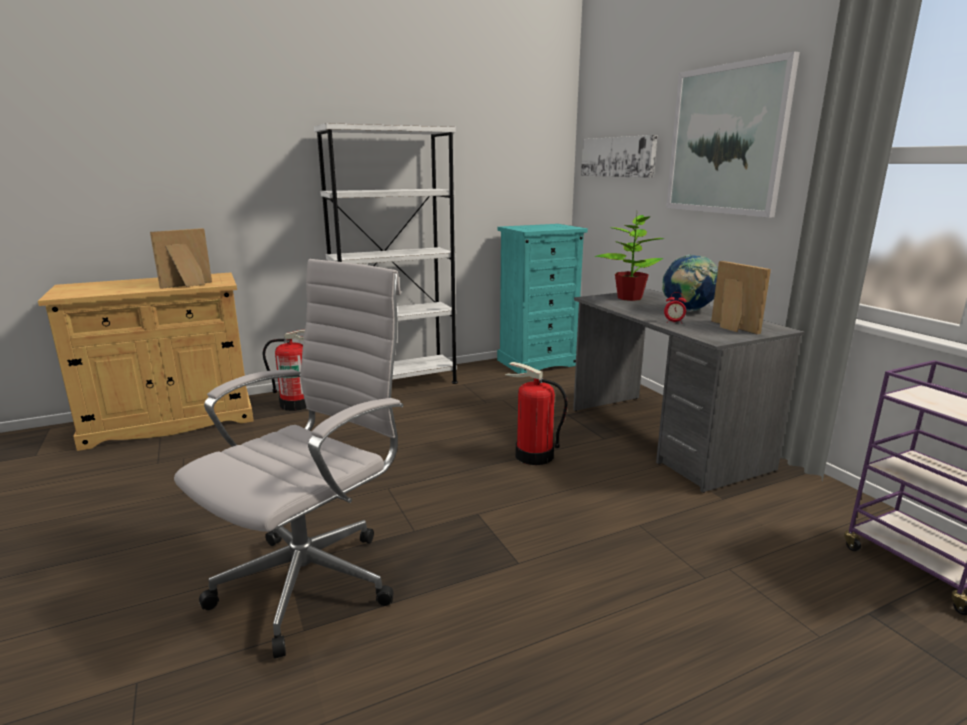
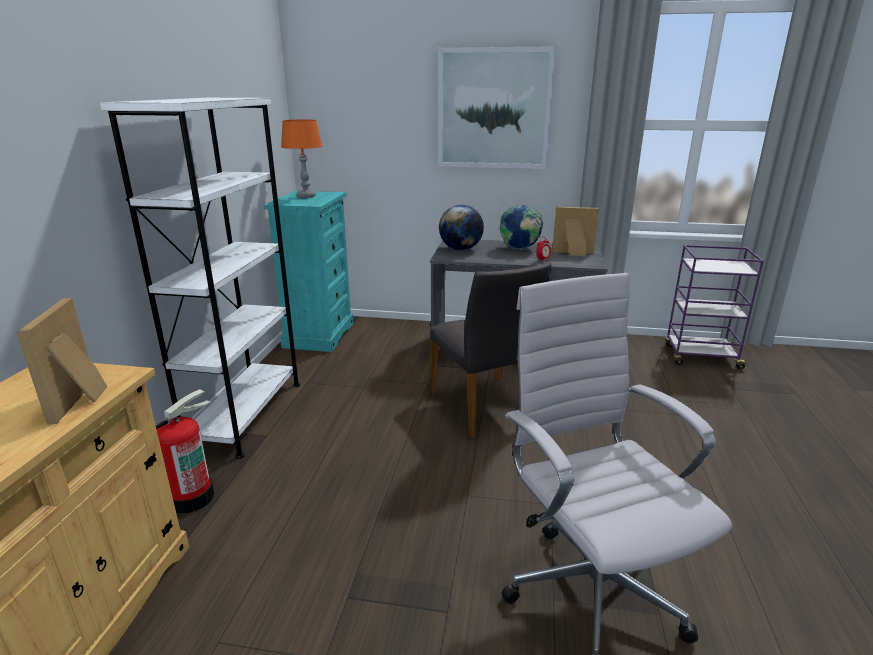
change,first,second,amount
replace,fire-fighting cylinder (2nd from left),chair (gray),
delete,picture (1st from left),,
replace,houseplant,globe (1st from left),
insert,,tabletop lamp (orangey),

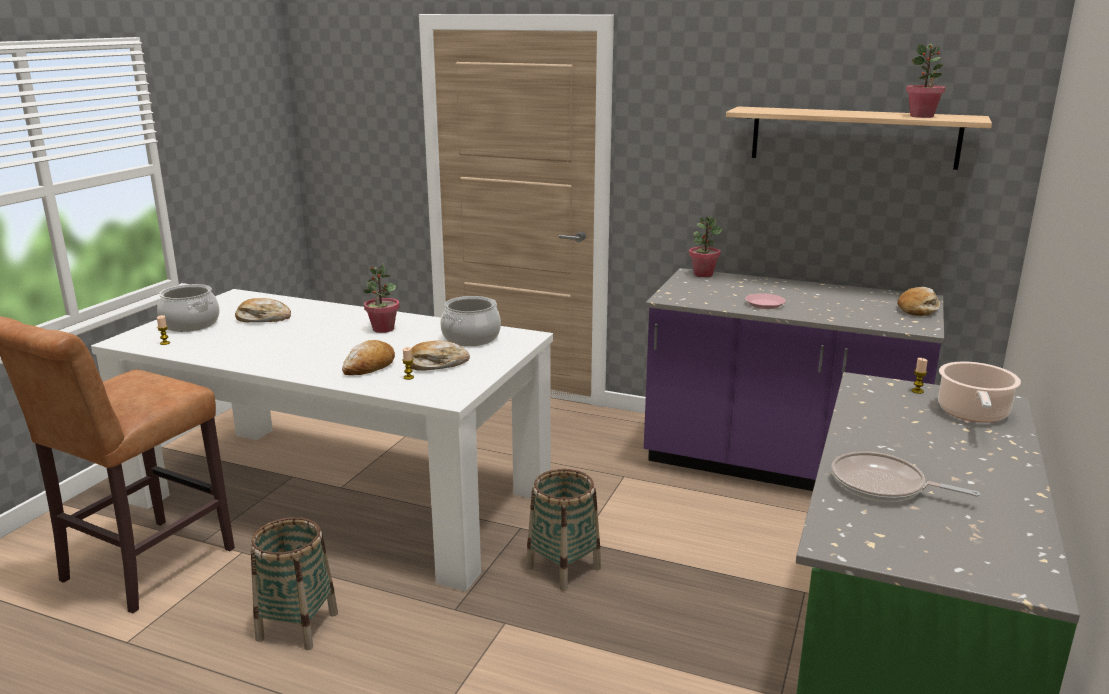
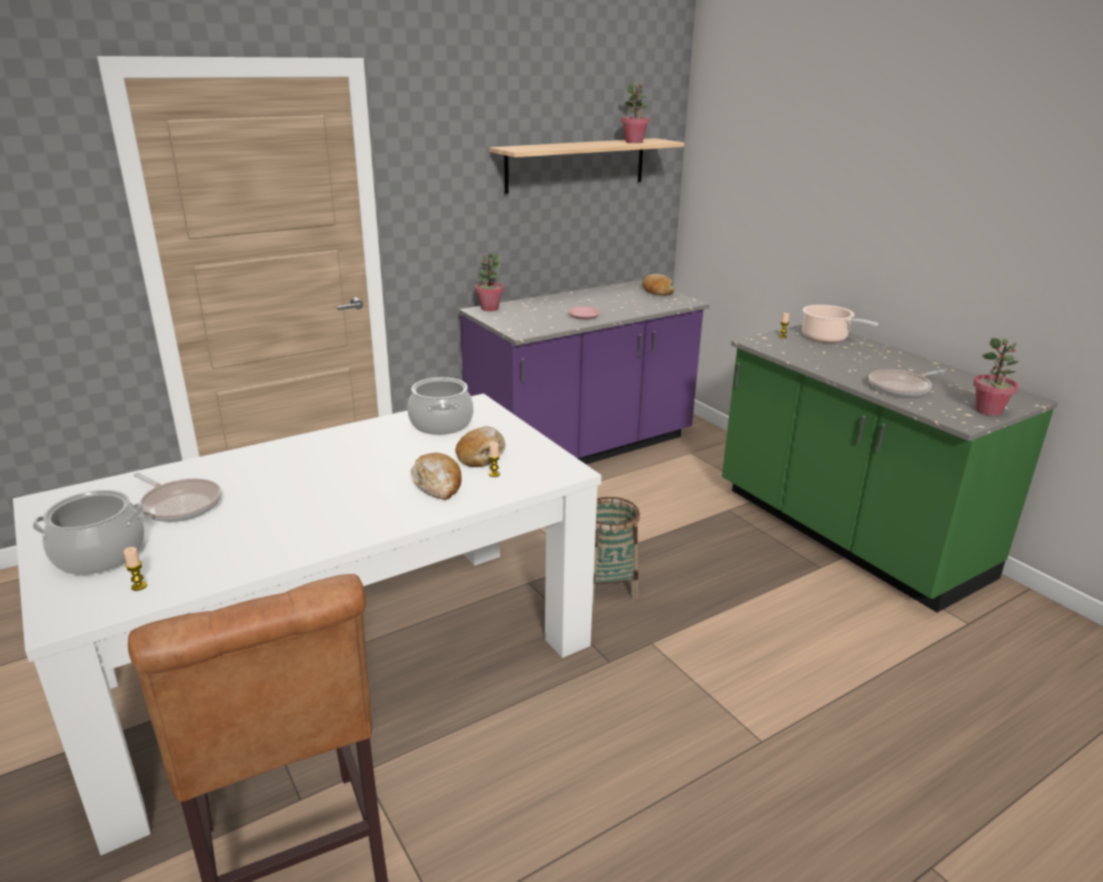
change,first,second,amount
replace,bakery bread (1st from left),pan (1st from left),
delete,storage basket (1st from left),,
move,houseplant (1st from left in the first image),houseplant (3rd from left),

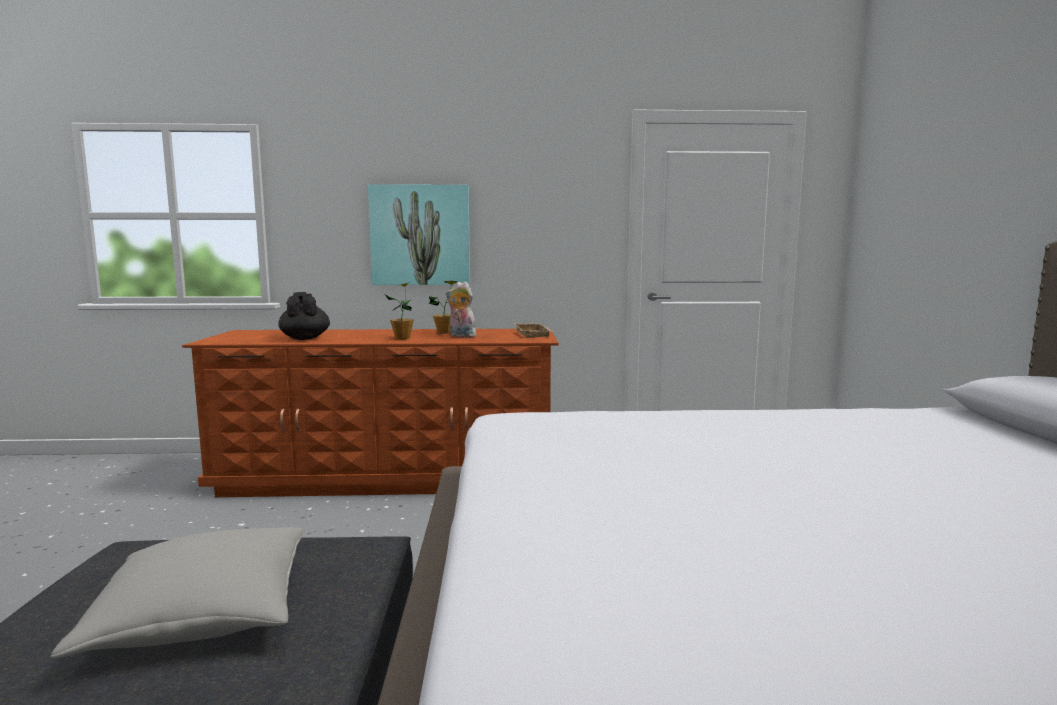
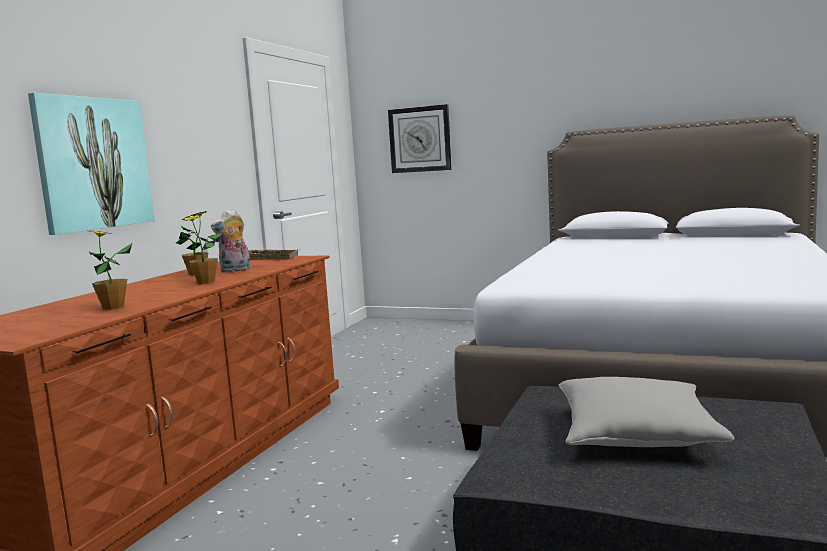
change,first,second,amount
replace,teapot (black-coloured),houseplant (1st from left),
insert,,hanging clock,

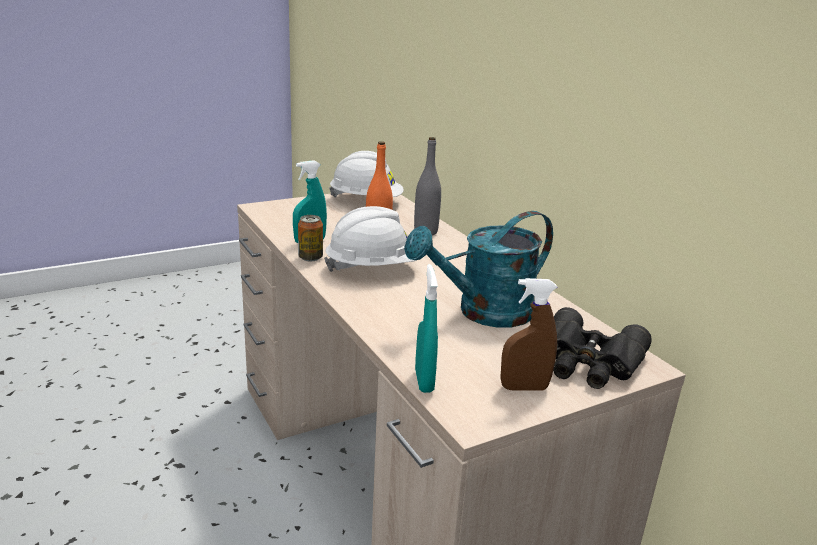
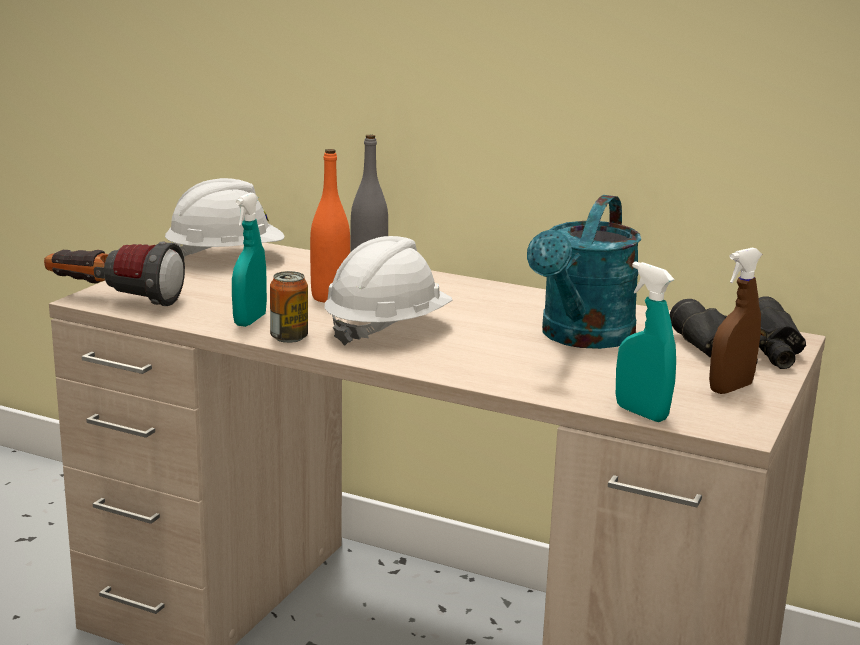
change,first,second,amount
insert,,flashlight,

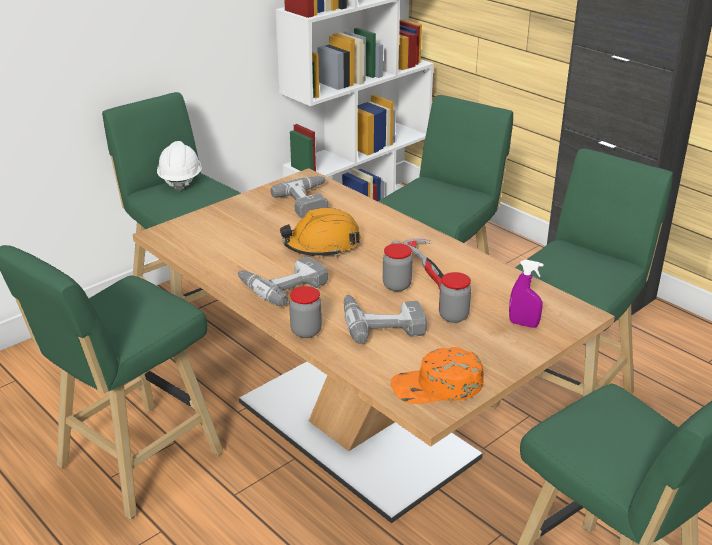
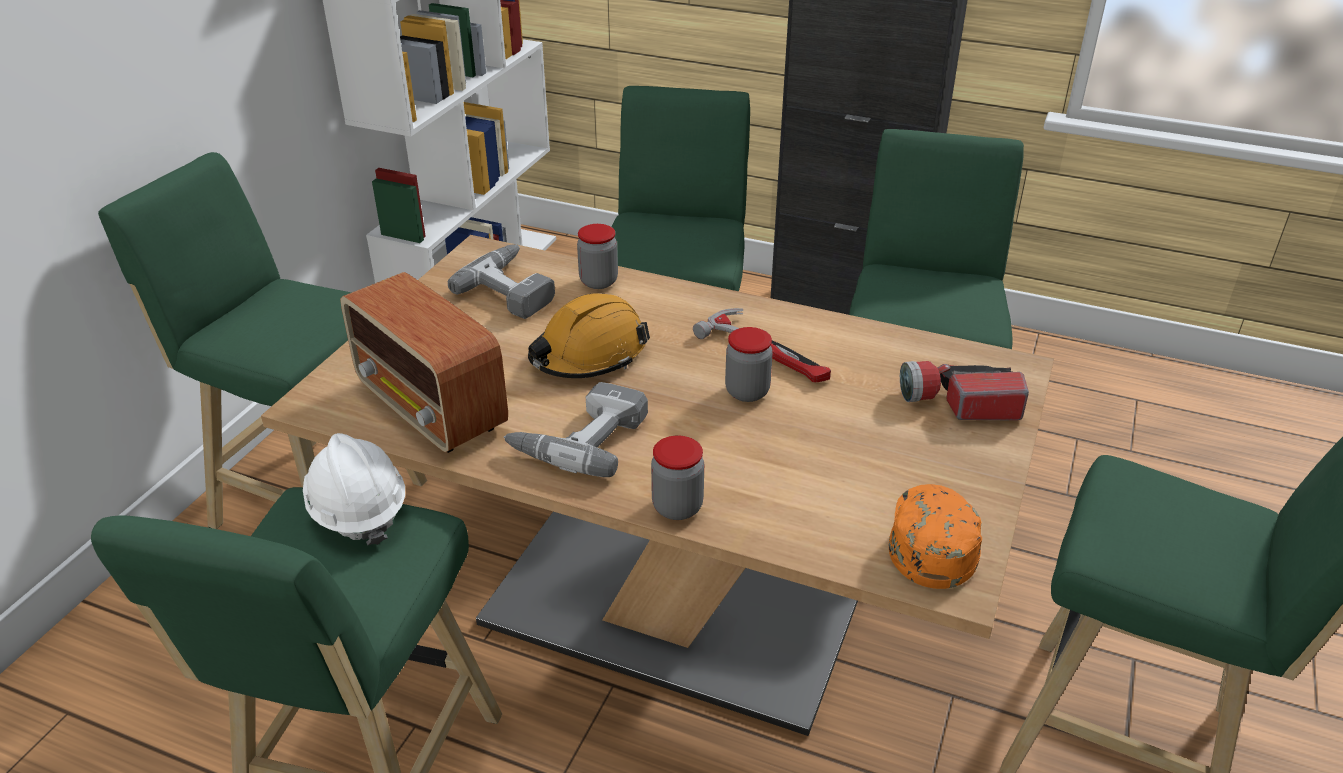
change,first,second,amount
move,work helmet (white),,
delete,electric drill (3rd from left),,
rotate,peaked cap (orangey),,135 degrees clockwise
move,storage jar (3rd from left in the first image),storage jar (1st from left),
replace,spray bottle (purple),flashlight,
insert,,radio,

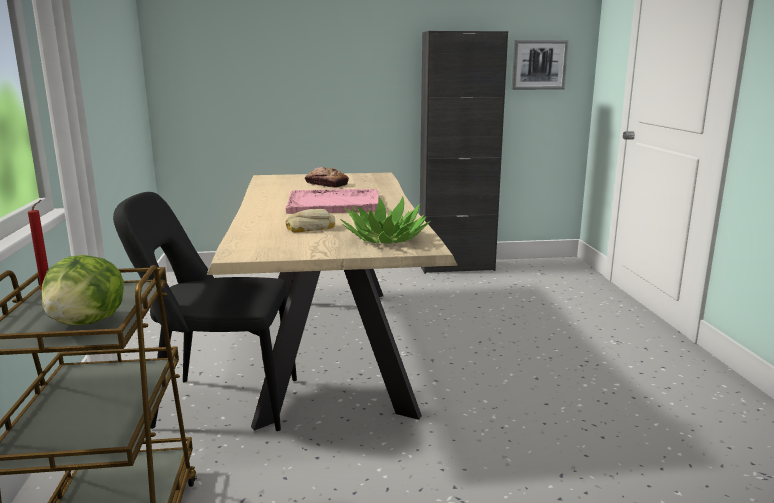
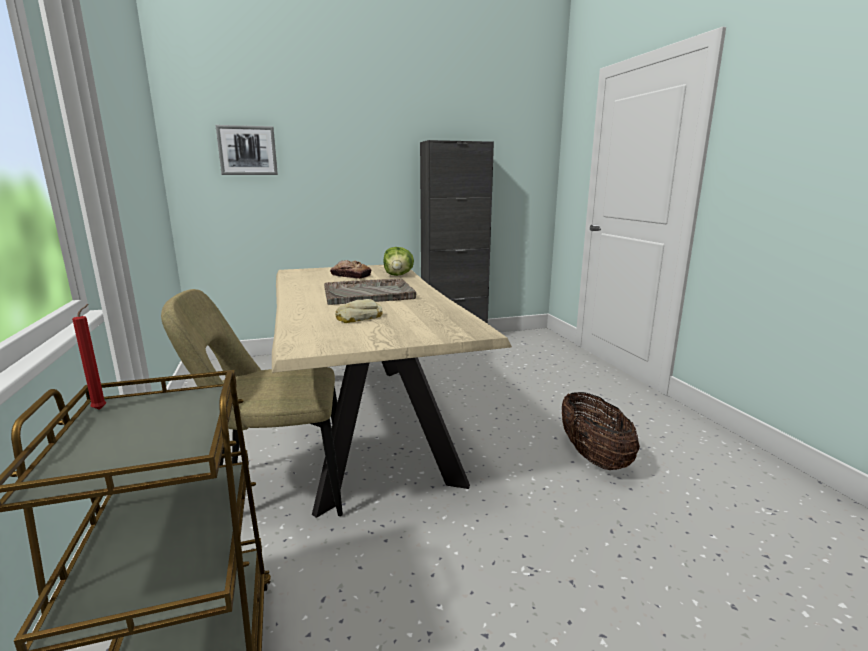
change,first,second,amount
move,lettuce head,,
recolor,chair (black-coloured),chair (sand-coloured),
recolor,serving tray (pinkish),serving tray (gray),
delete,houseplant,,
move,picture,,
insert,,storage basket,

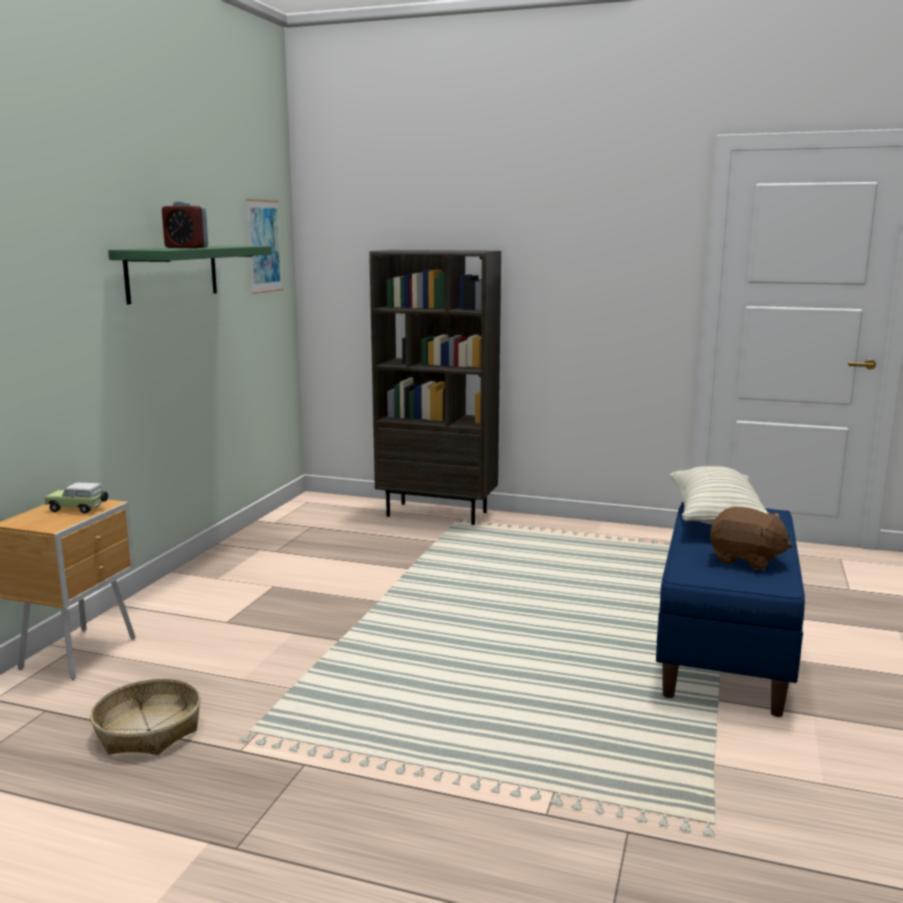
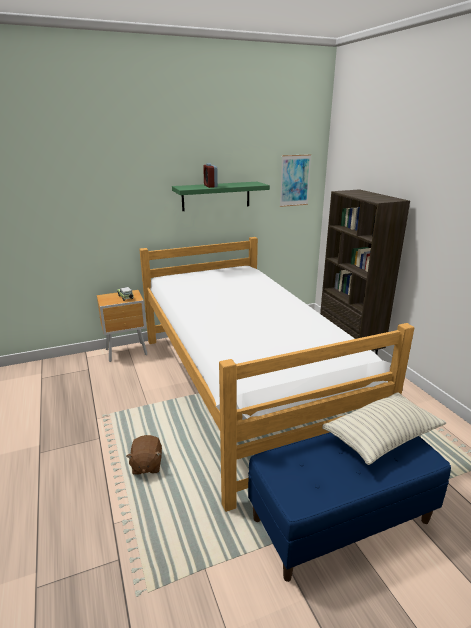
change,first,second,amount
delete,storage basket,,
move,plush toy (brown),,
insert,,bedroom bed,

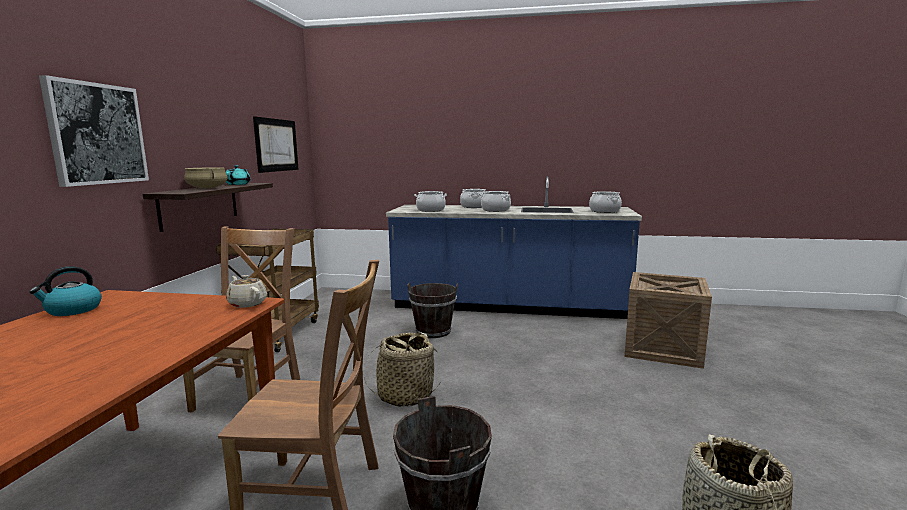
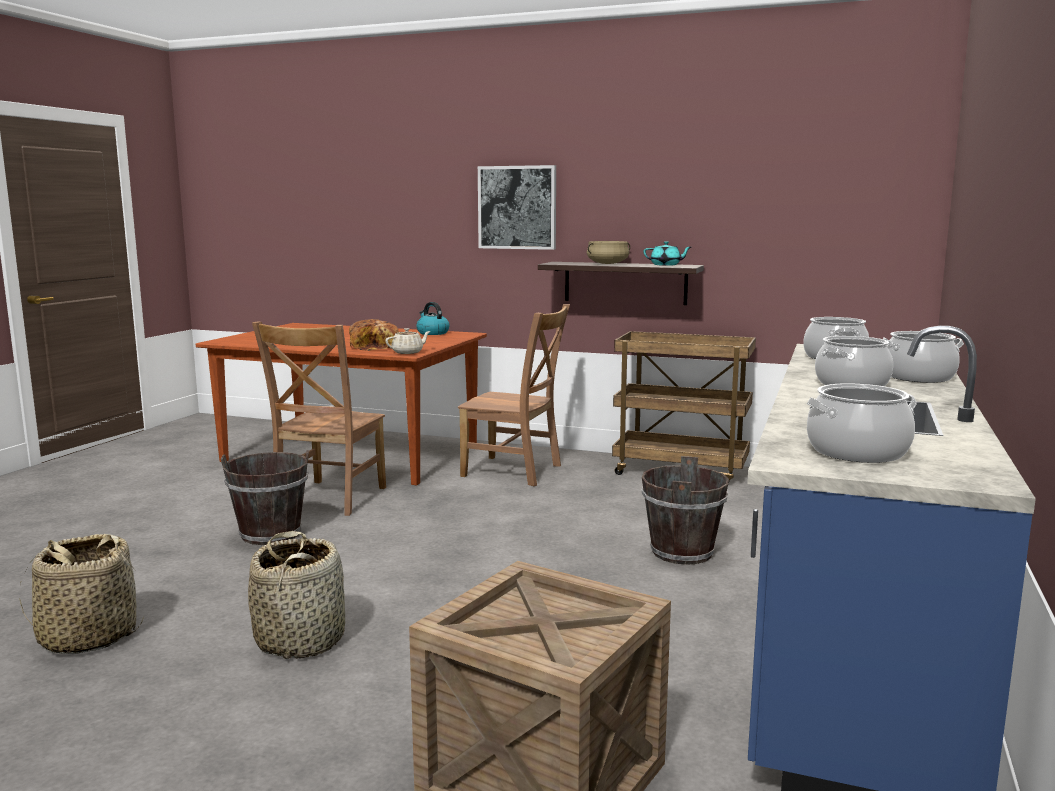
change,first,second,amount
delete,picture (2nd from left),,
move,storage basket (1st from left in the first image),storage basket (2nd from left),
insert,,bakery bread,

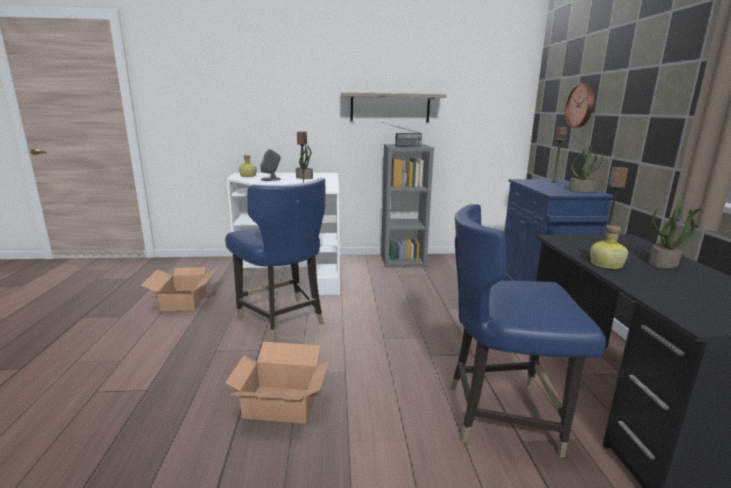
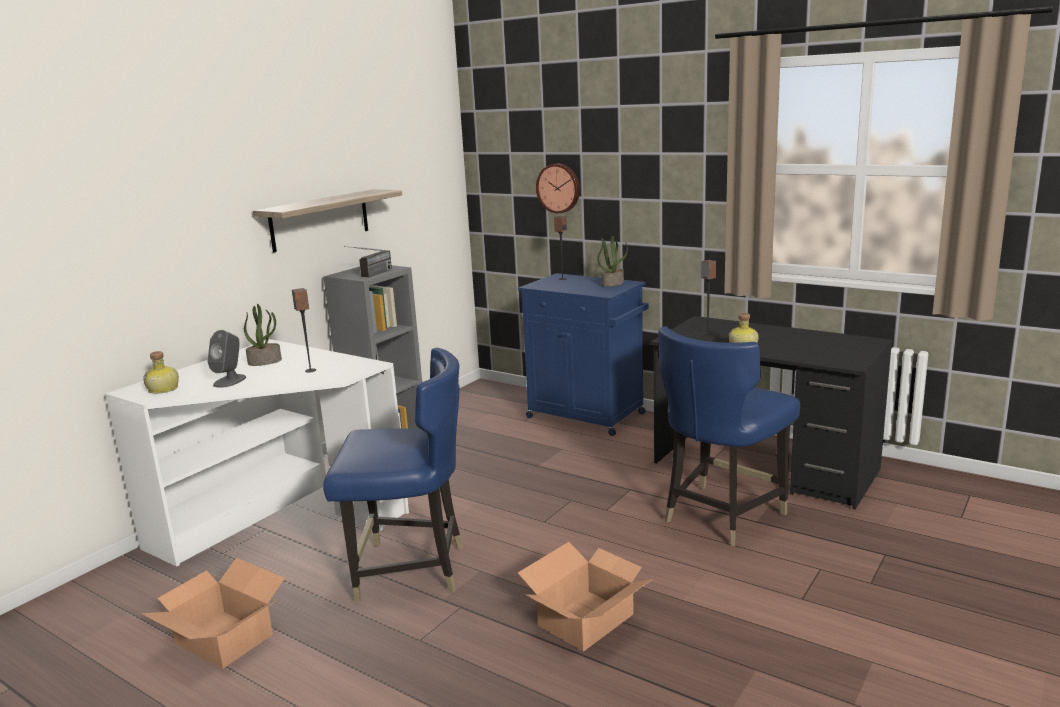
change,first,second,amount
delete,houseplant (3rd from left),,

